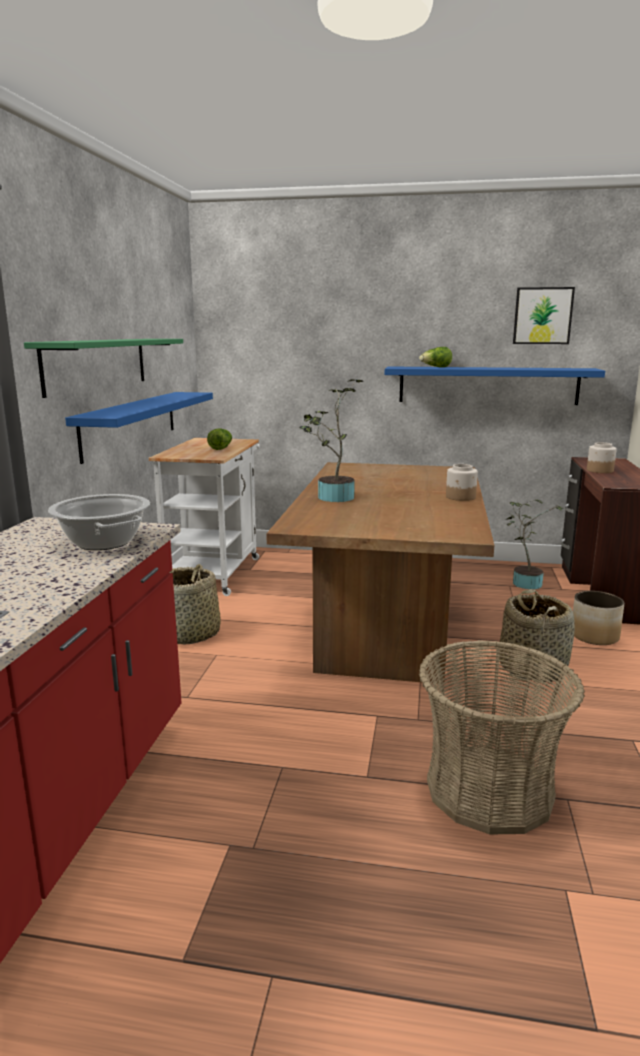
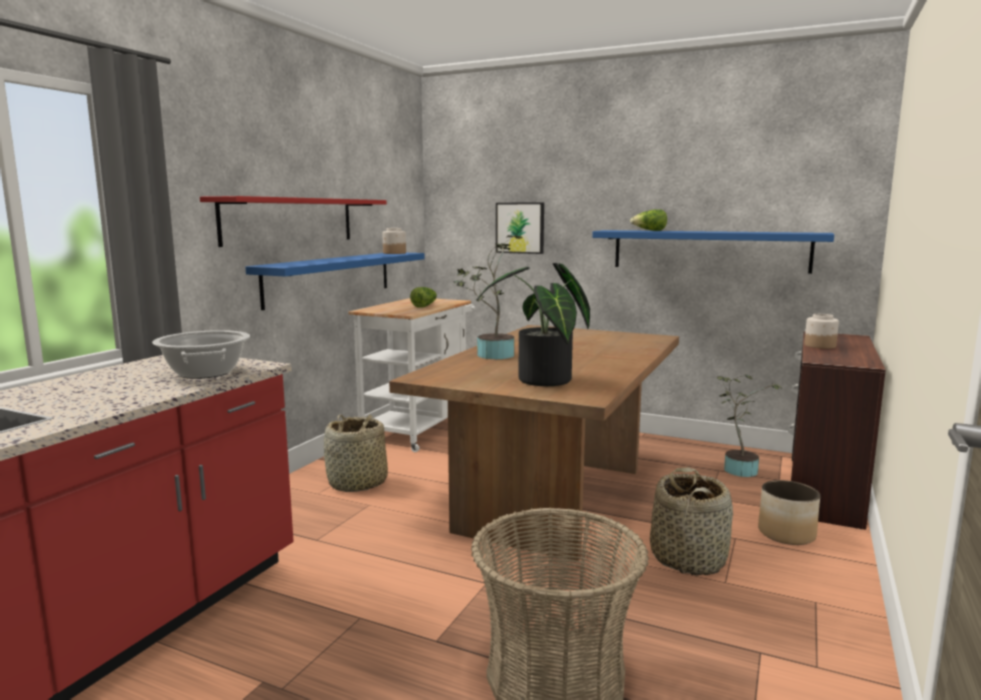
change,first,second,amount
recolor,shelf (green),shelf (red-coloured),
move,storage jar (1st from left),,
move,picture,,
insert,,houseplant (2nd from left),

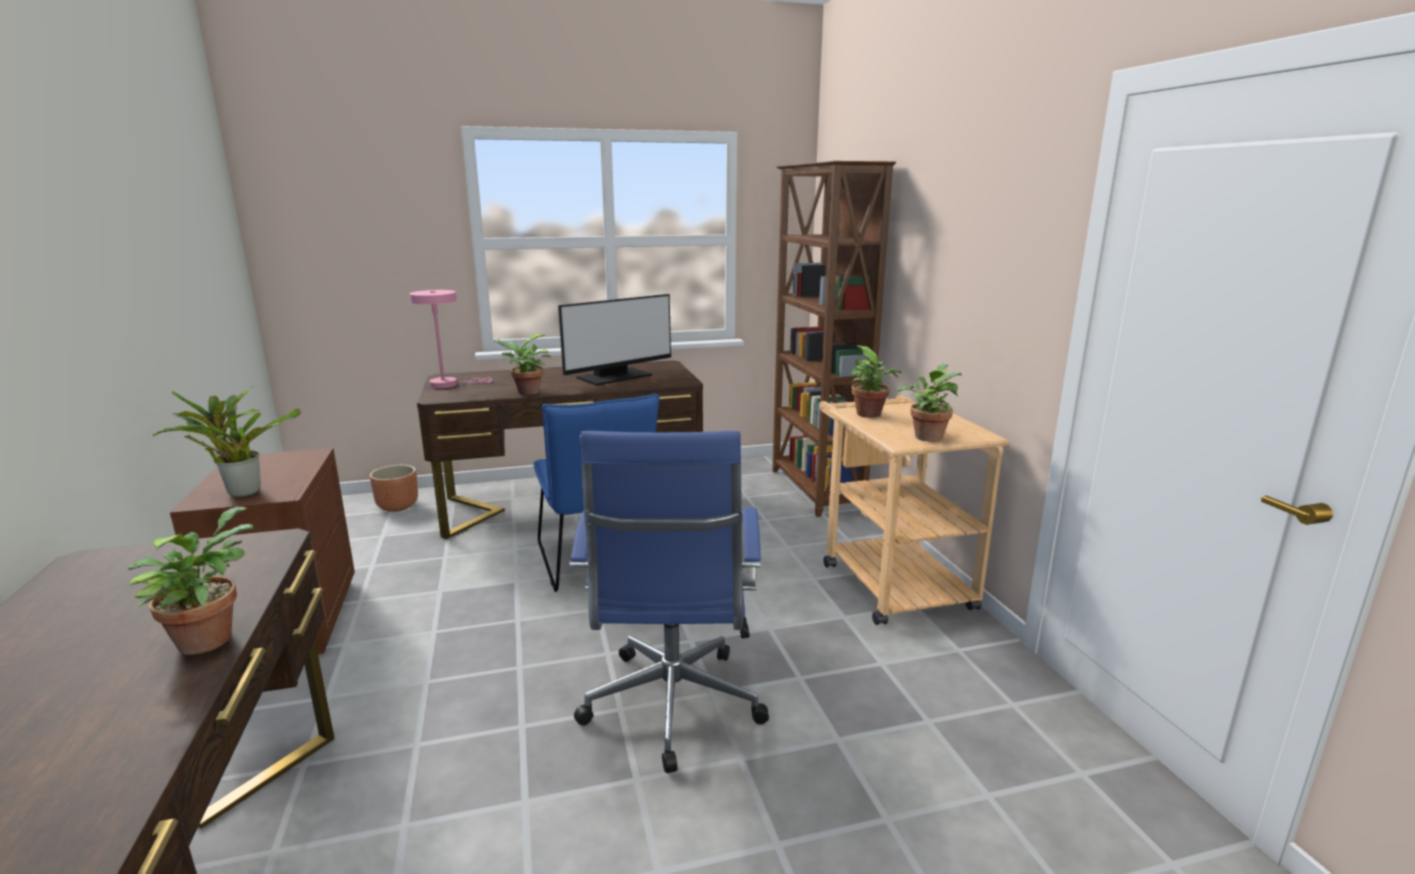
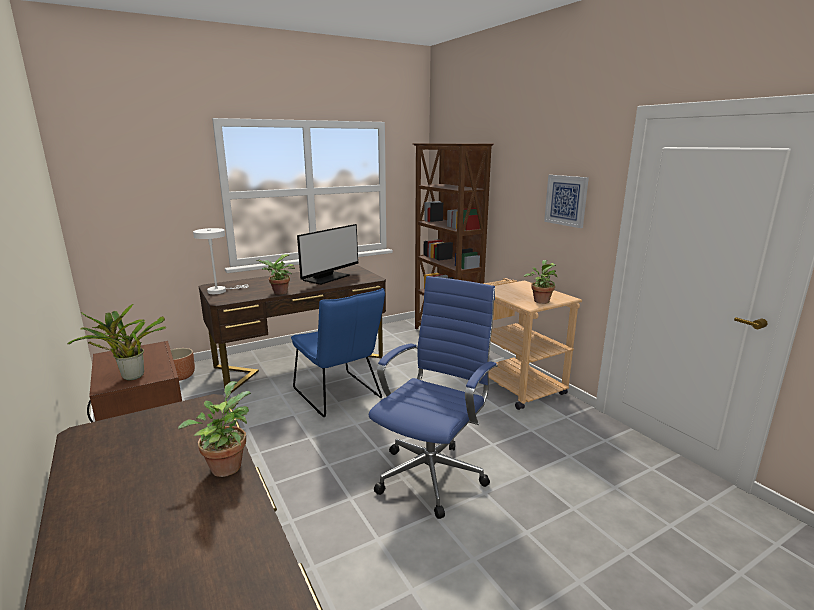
change,first,second,amount
recolor,tabletop lamp (pinkish),tabletop lamp (white),
rotate,computer chair (blue),,135 degrees counterclockwise
delete,houseplant (4th from left),,
insert,,picture,

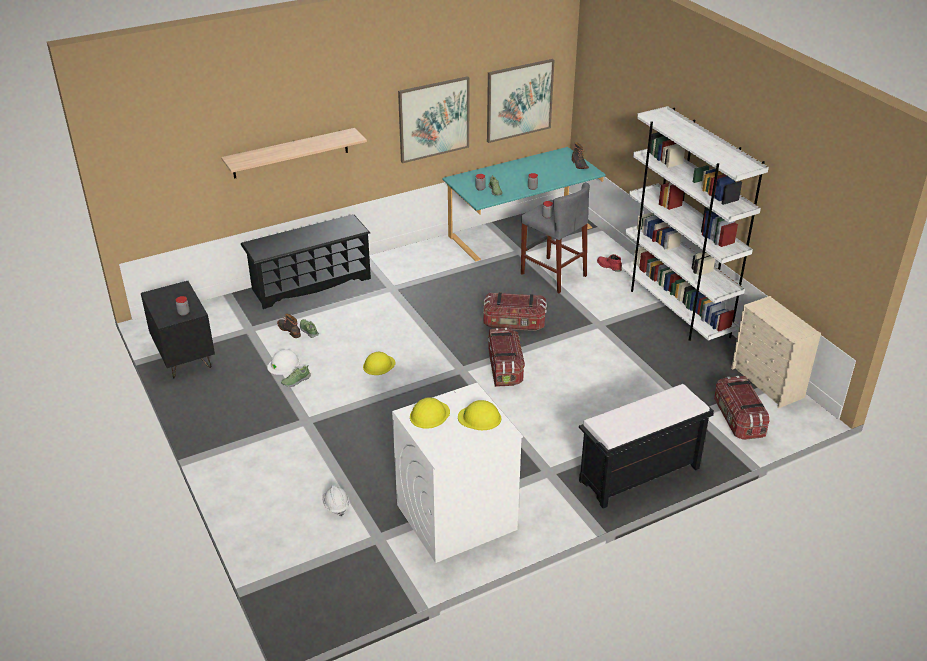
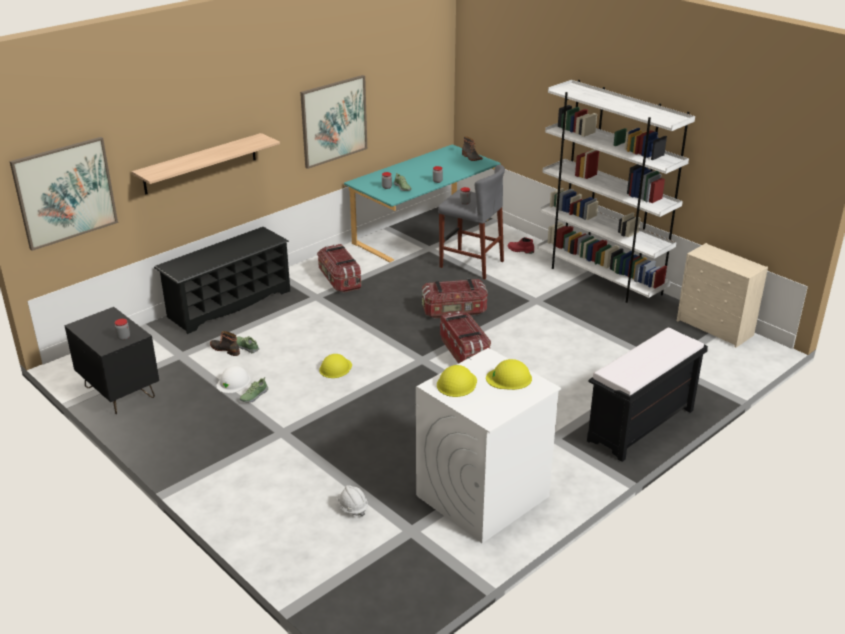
change,first,second,amount
move,picture (2nd from left in the first image),picture (1st from left),
move,storage container (3rd from left in the first image),storage container (1st from left),

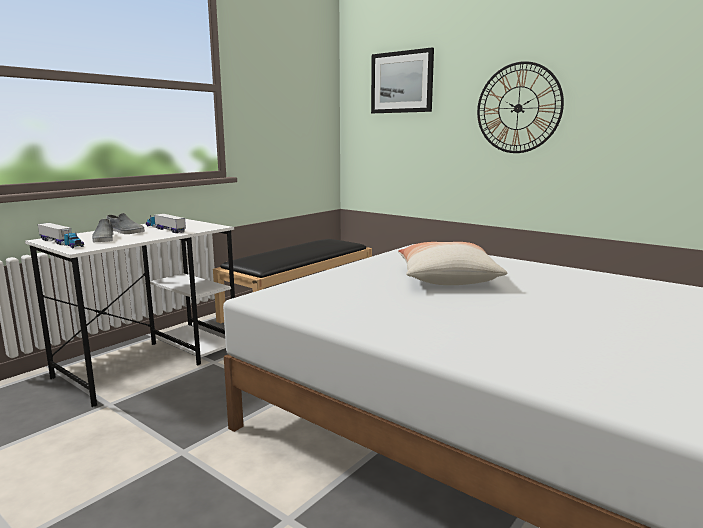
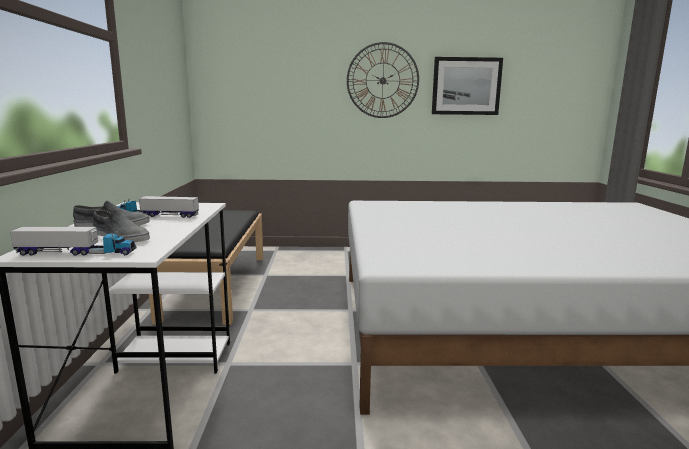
change,first,second,amount
move,picture,,
delete,pillow,,

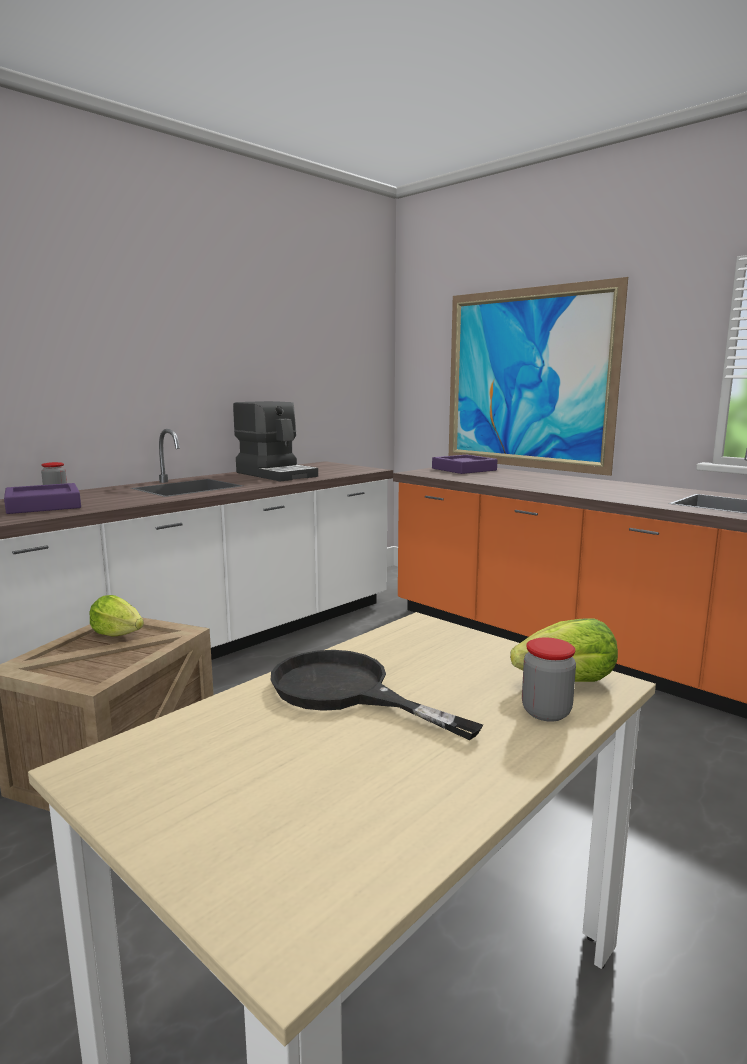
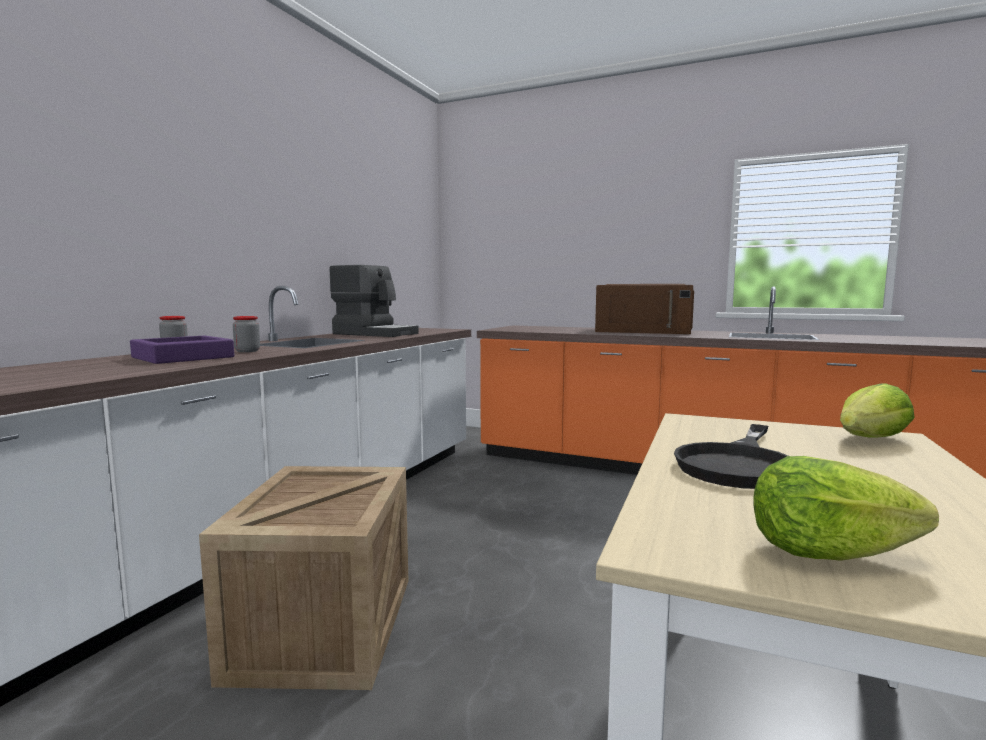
change,first,second,amount
move,lettuce head (1st from left),,
rotate,pan (black-coloured),,75 degrees counterclockwise
delete,serving tray (purple) (2nd from left),,
delete,picture,,
move,storage jar (2nd from left),,
insert,,kitchen microwave (brown),

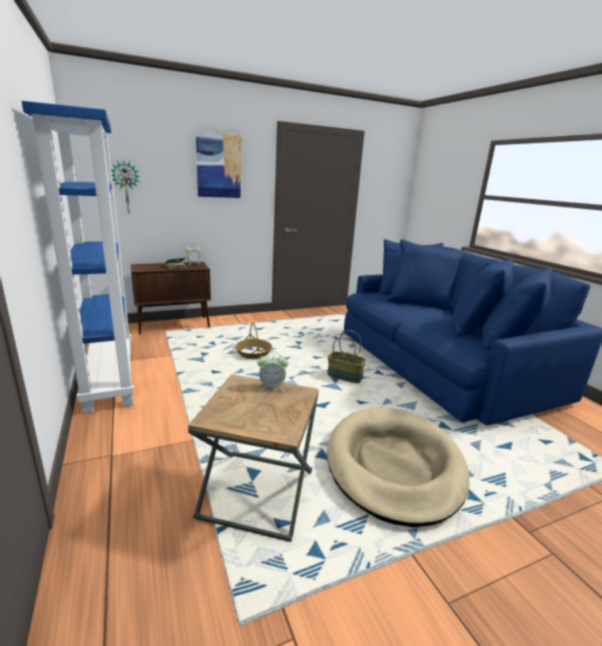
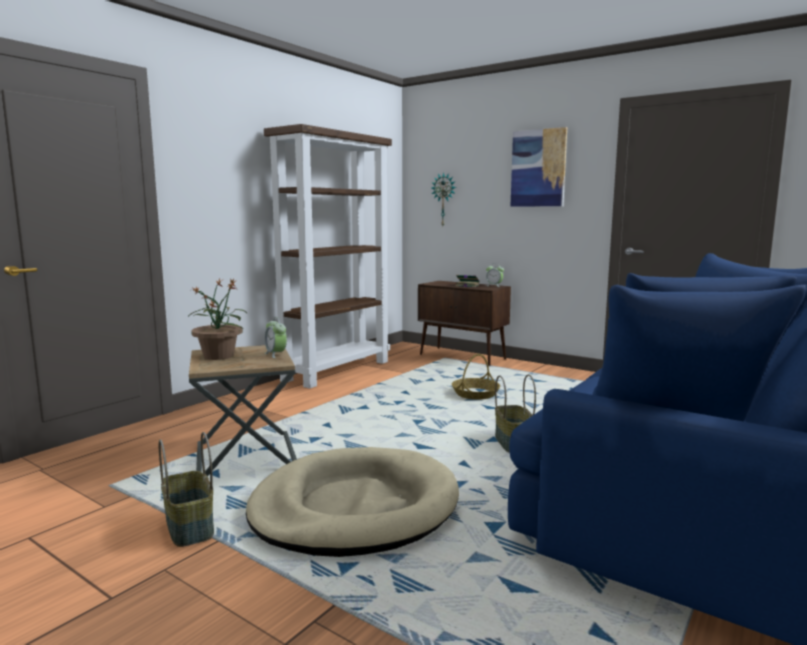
change,first,second,amount
recolor,bookshelf (blue),bookshelf (brown),
insert,,storage basket (1st from left),
insert,,houseplant,

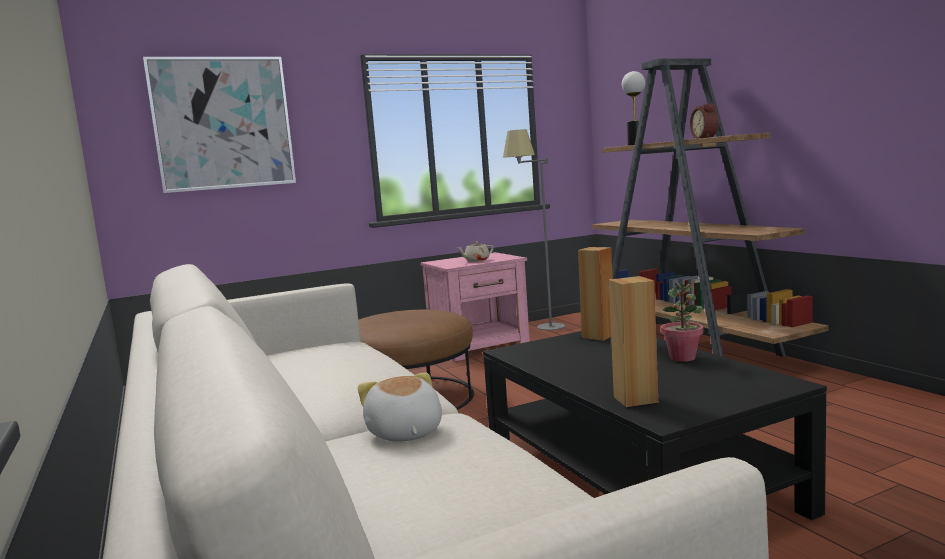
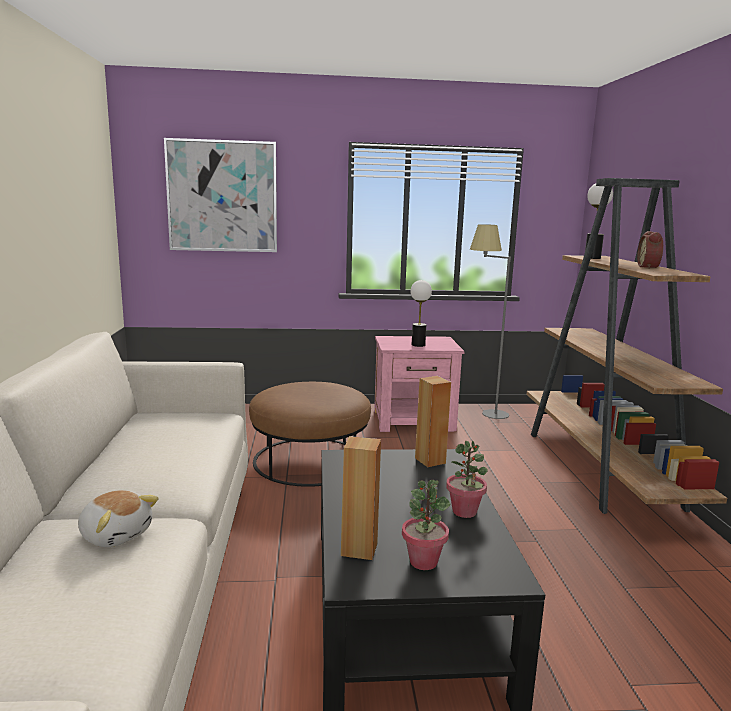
change,first,second,amount
rotate,plush toy,,120 degrees clockwise
replace,teapot (sand-coloured),tabletop lamp (1st from left),
insert,,houseplant (1st from left),

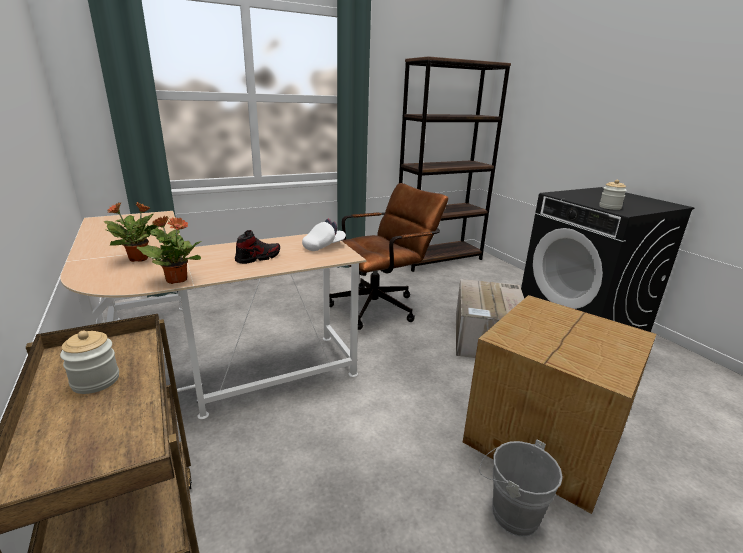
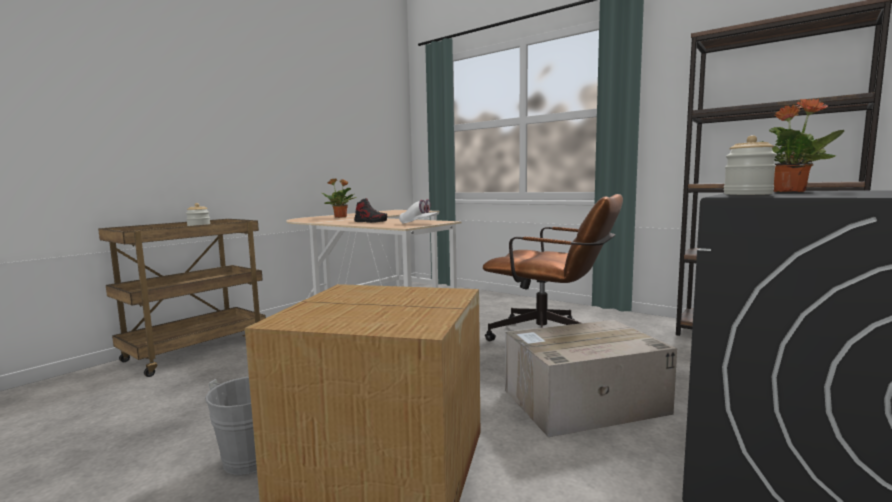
change,first,second,amount
move,houseplant (2nd from left),,

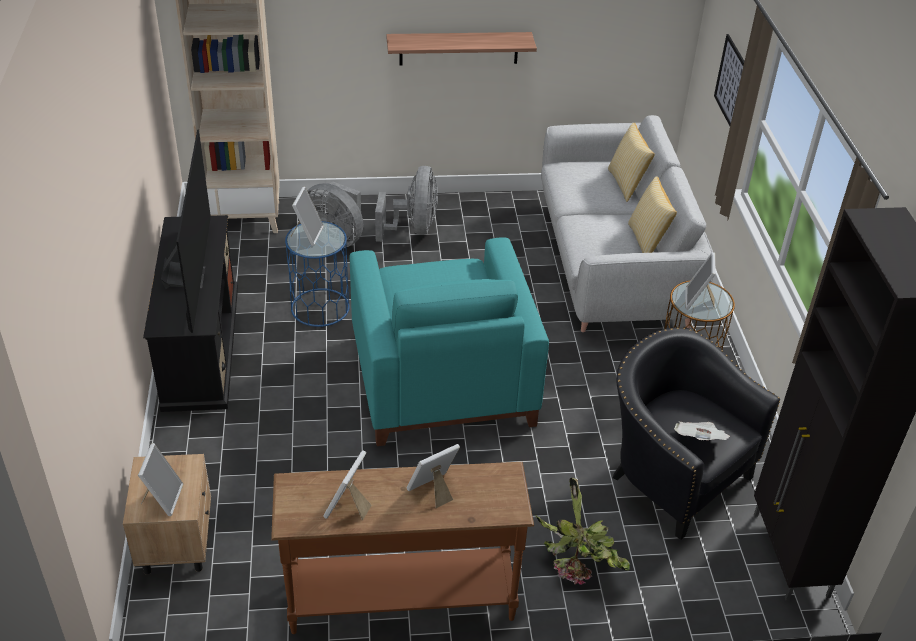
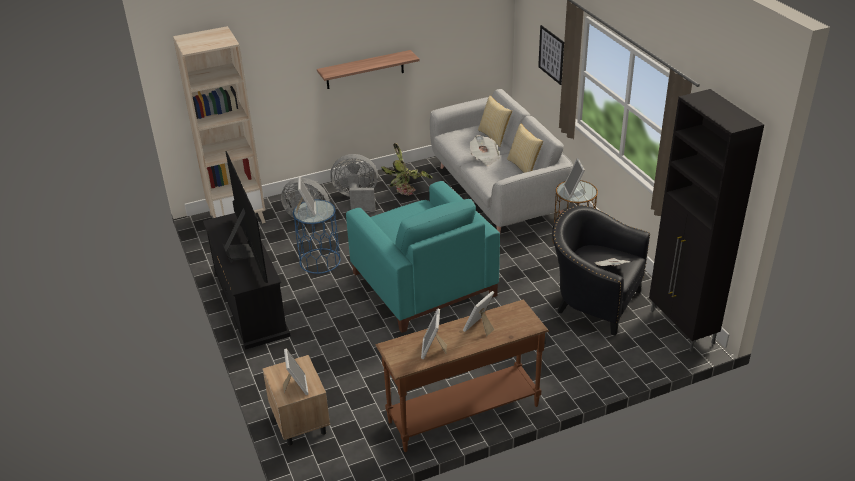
change,first,second,amount
rotate,cooling fan (gray) (2nd from left),,75 degrees counterclockwise
move,houseplant,,
insert,,printed paper (1st from left),

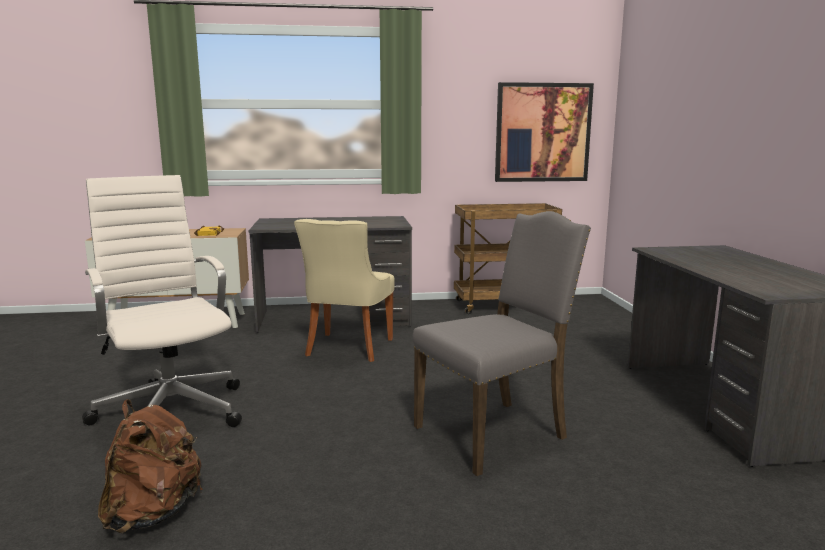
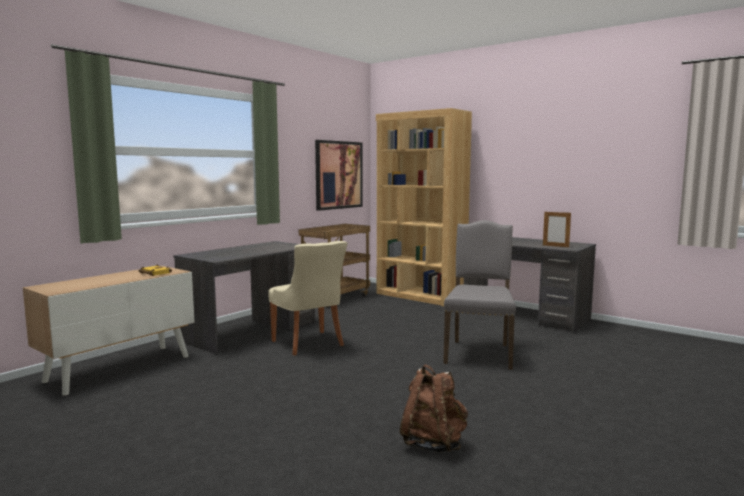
change,first,second,amount
delete,computer chair (white),,
insert,,bookshelf (brown),
insert,,standing frame,

